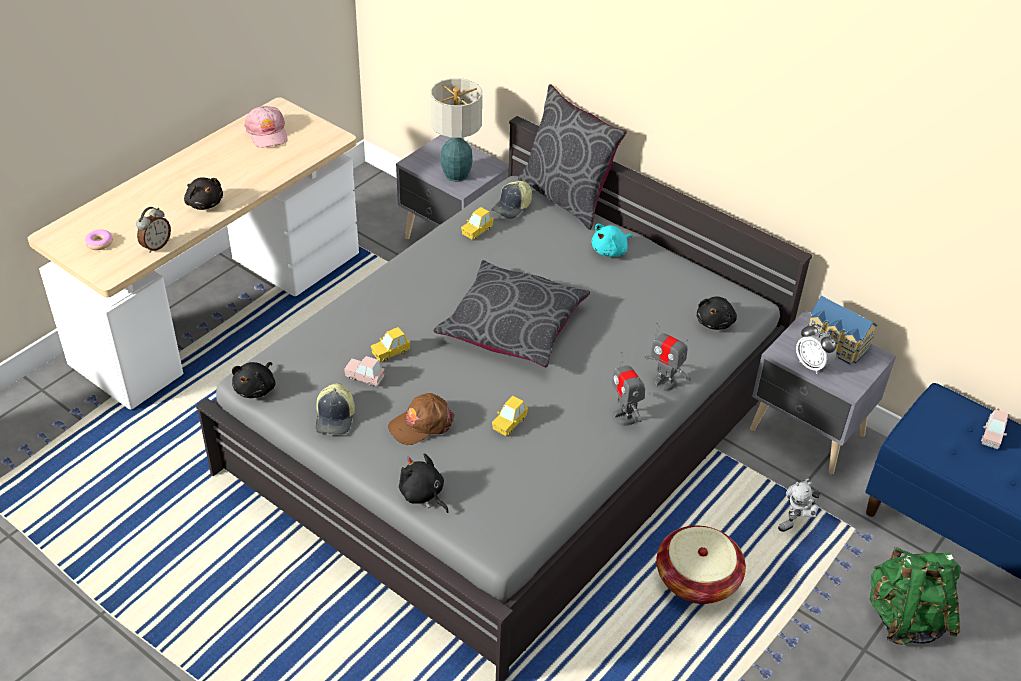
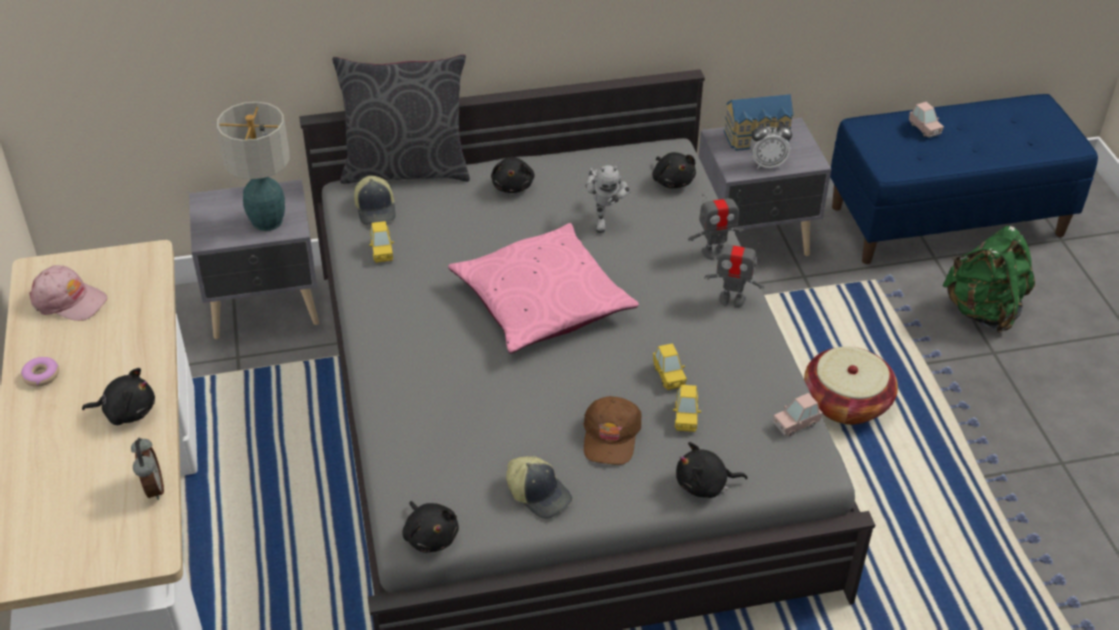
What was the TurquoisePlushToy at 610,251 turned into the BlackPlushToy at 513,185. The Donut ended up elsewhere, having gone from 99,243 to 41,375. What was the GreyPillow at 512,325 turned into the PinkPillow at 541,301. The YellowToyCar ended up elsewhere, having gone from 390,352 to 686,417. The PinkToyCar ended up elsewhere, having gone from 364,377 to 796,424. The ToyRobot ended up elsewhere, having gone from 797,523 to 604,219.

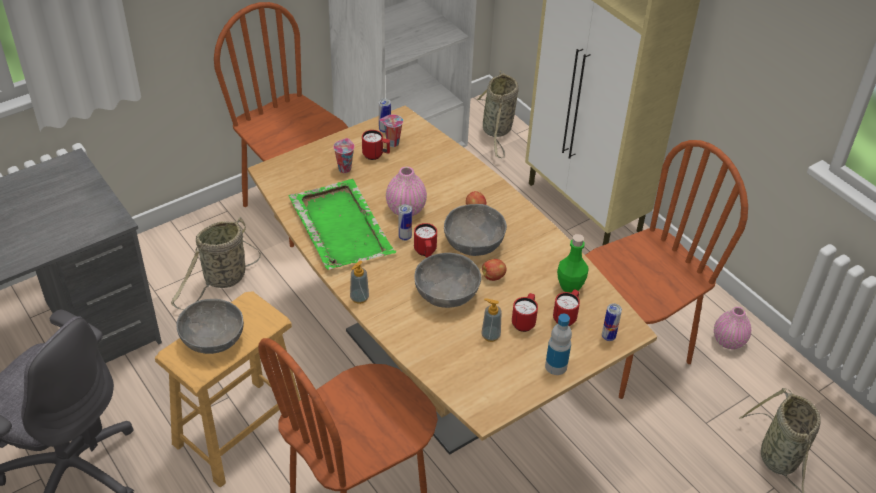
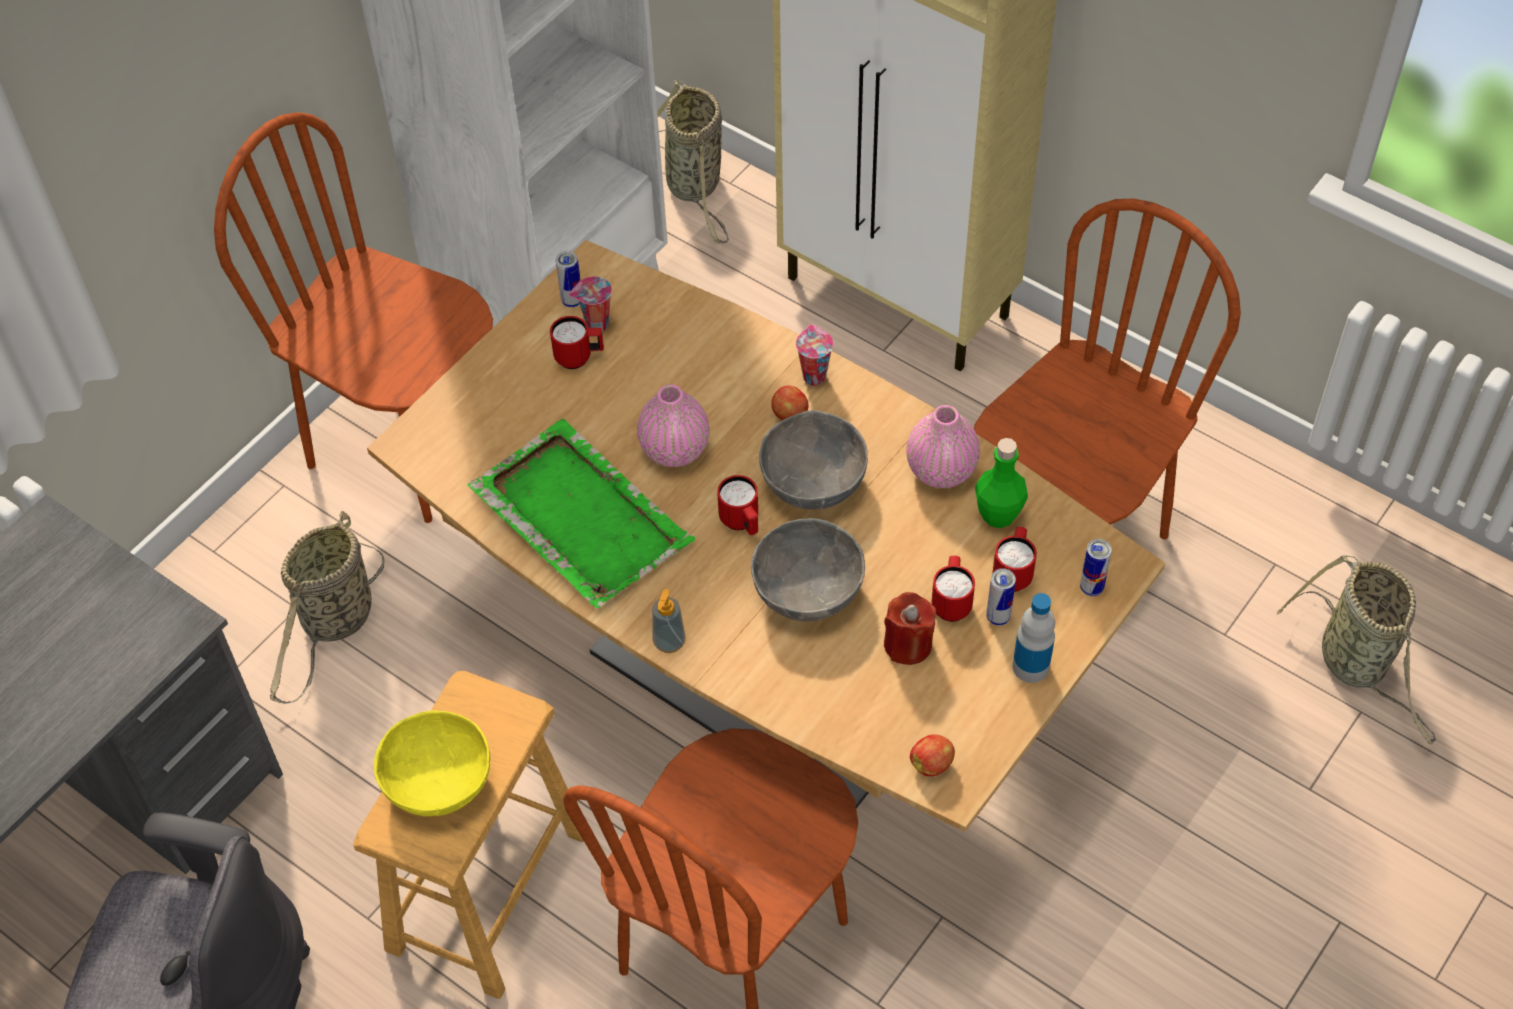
The Cup ended up elsewhere, having gone from 344,168 to 813,375. The Can ended up elsewhere, having gone from 405,237 to 998,617. The Apple ended up elsewhere, having gone from 493,277 to 932,764. Where the SoapDispenser stood at 490,335, the RedCandle came to stand at 908,644. What was the GreyBowl at 213,340 turned into the YellowBowl at 438,782. The PinkVase ended up elsewhere, having gone from 728,341 to 941,470.

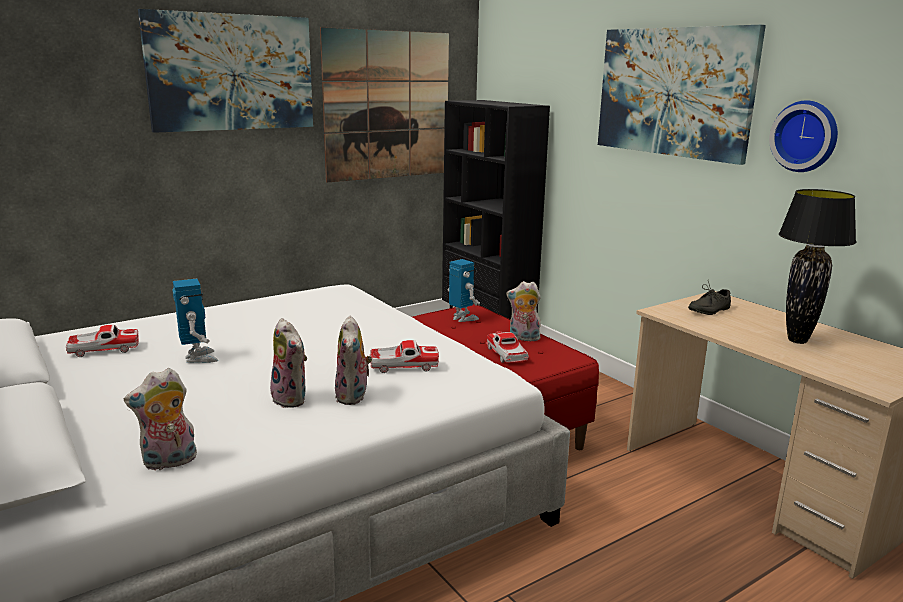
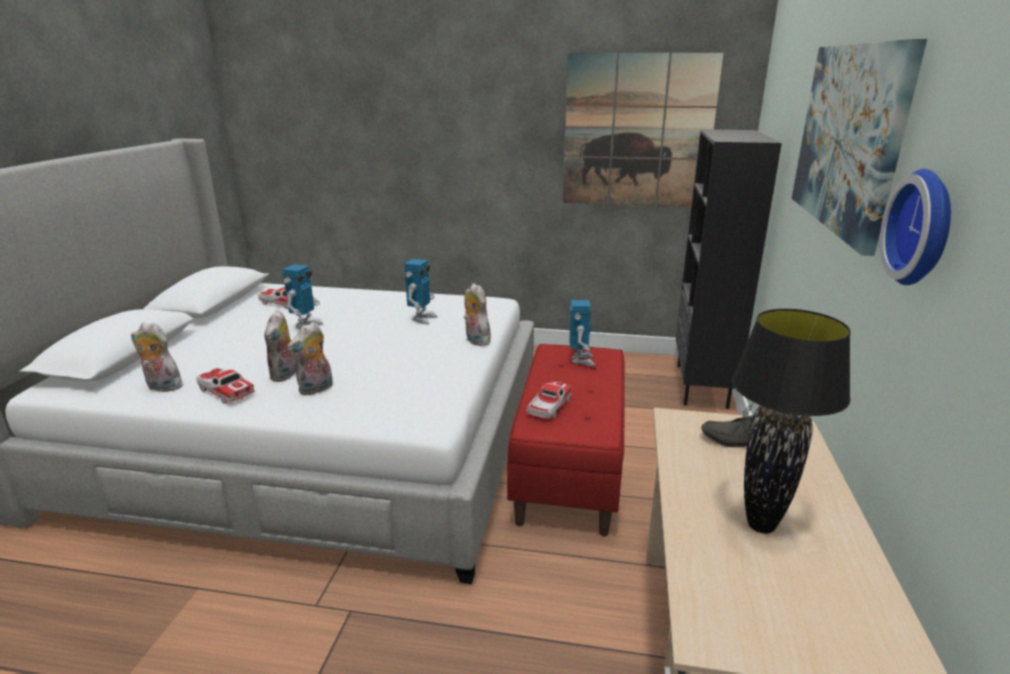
The second view lost the Picture at 231,72. The PlushToy ended up elsewhere, having gone from 523,338 to 475,340. The ToyCar ended up elsewhere, having gone from 403,366 to 226,391. The second view gained the ToyRobot at 422,319.

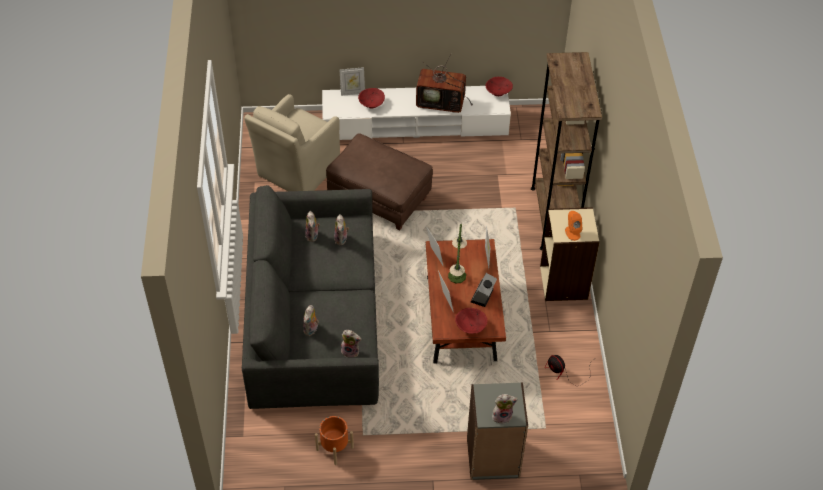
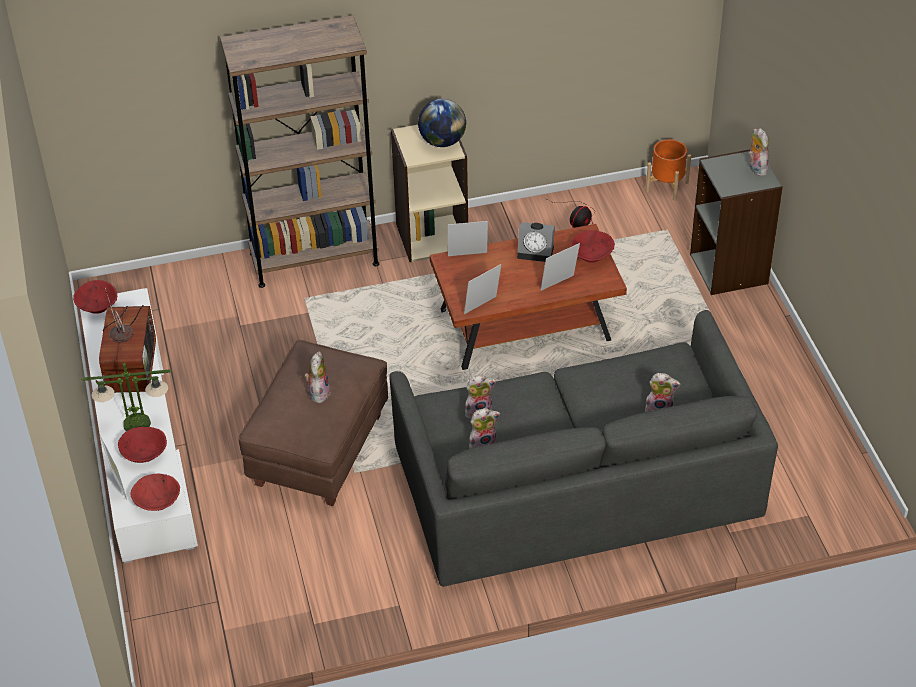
The second view lost the BeigeArmchair at 297,171. Where the OrangeSpeaker stood at 572,232, the Globe came to stand at 442,141. The TableLamp ended up elsewhere, having gone from 457,276 to 137,424. The PlushToy ended up elsewhere, having gone from 351,351 to 318,392. The OrangePlanter ended up elsewhere, having gone from 335,448 to 667,186. The second view gained the RedBowl at 158,502.

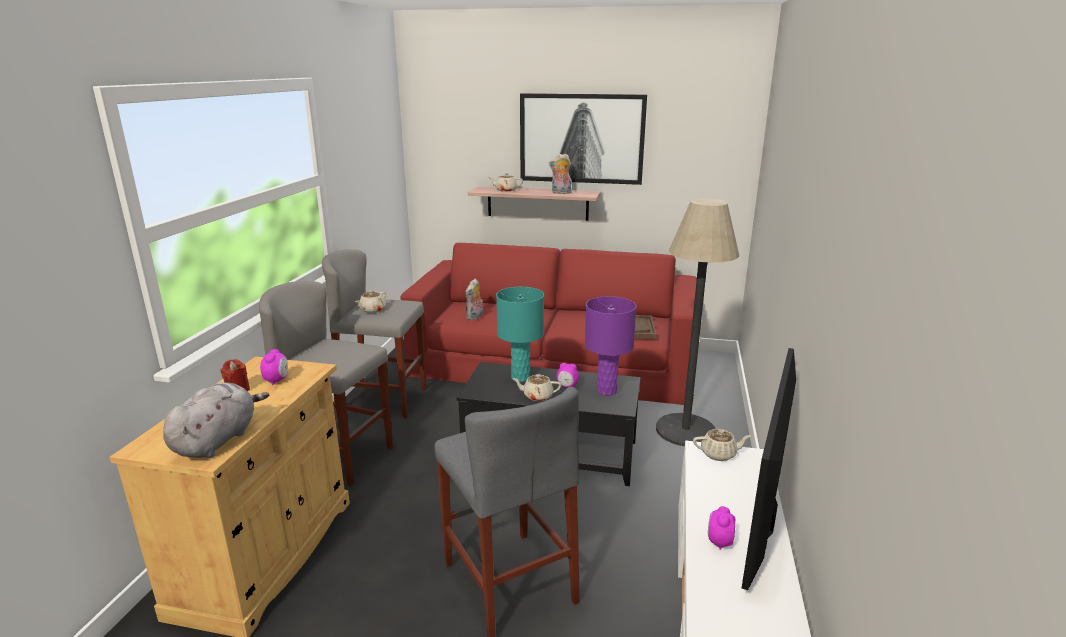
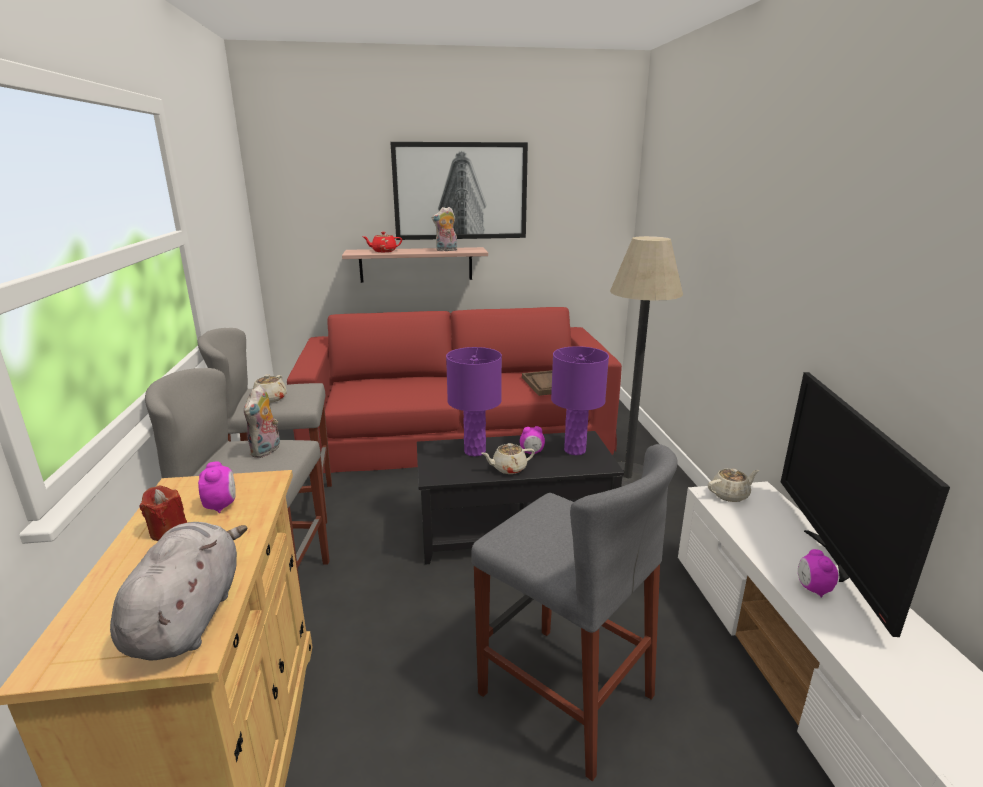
What was the BeigeTeapot at 506,190 turned into the RedTeapot at 383,251. The PlushToy ended up elsewhere, having gone from 475,317 to 267,451. What was the TurquoiseTableLamp at 520,377 turned into the PurpleTableLamp at 475,451.

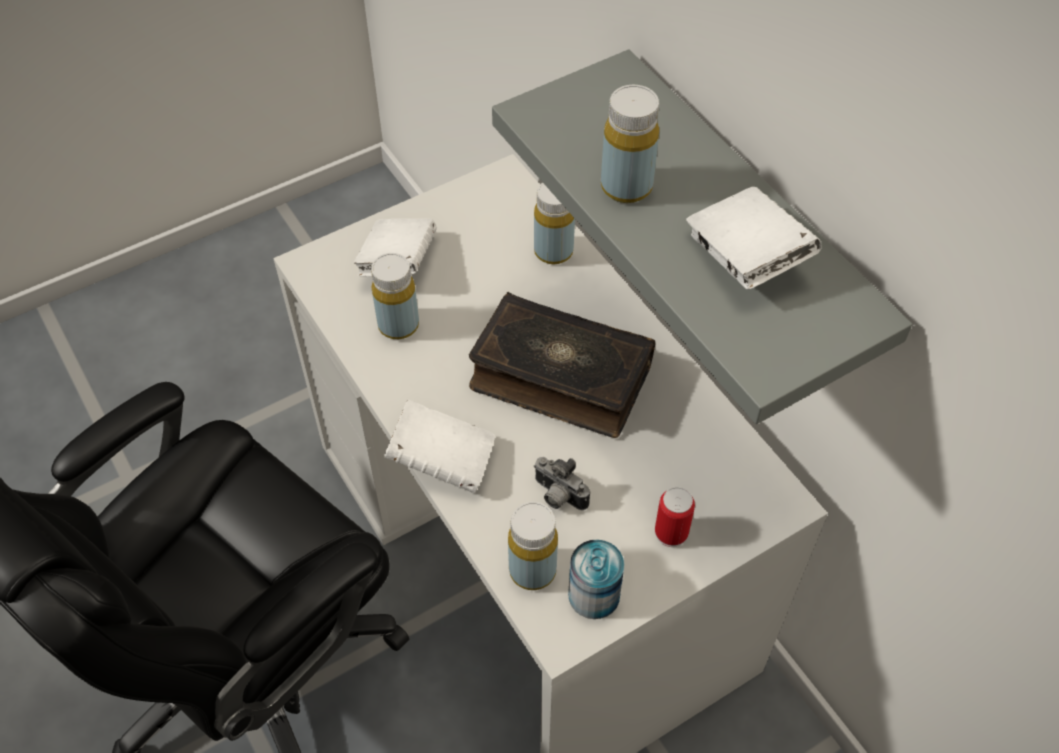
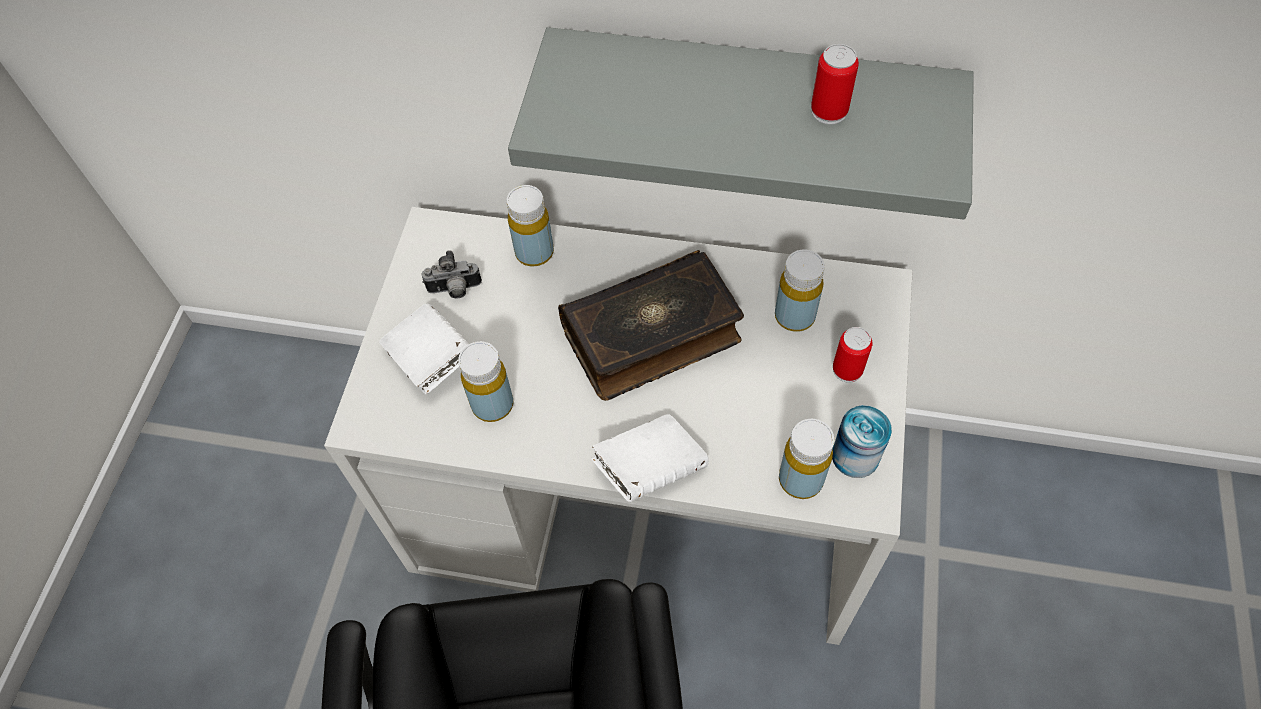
The YellowBottle ended up elsewhere, having gone from 626,187 to 794,316. Where the WhiteBook stood at 746,258, the Can came to stand at 829,111. The PhotoCamera ended up elsewhere, having gone from 557,496 to 455,290.

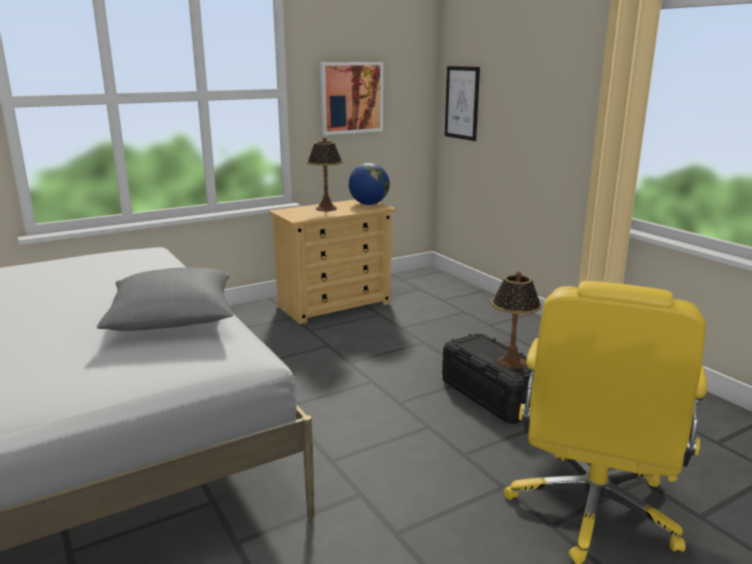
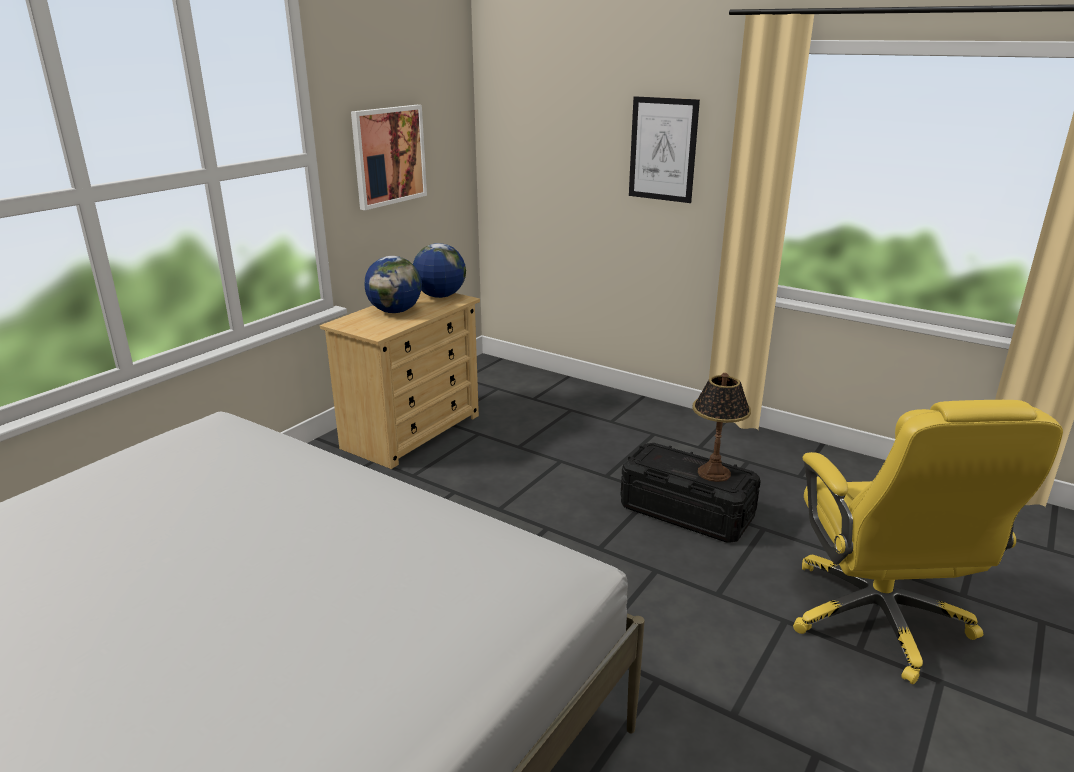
The Picture ended up elsewhere, having gone from 462,103 to 663,149. Where the TableLamp stood at 326,209, the Globe came to stand at 395,311. The second view lost the GreyPillow at 172,319.

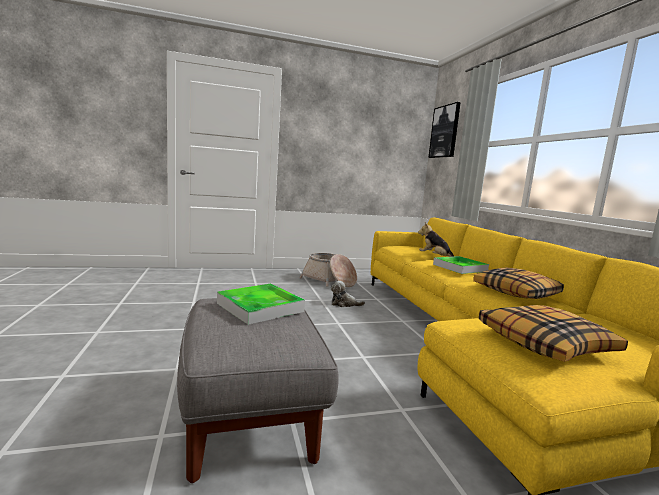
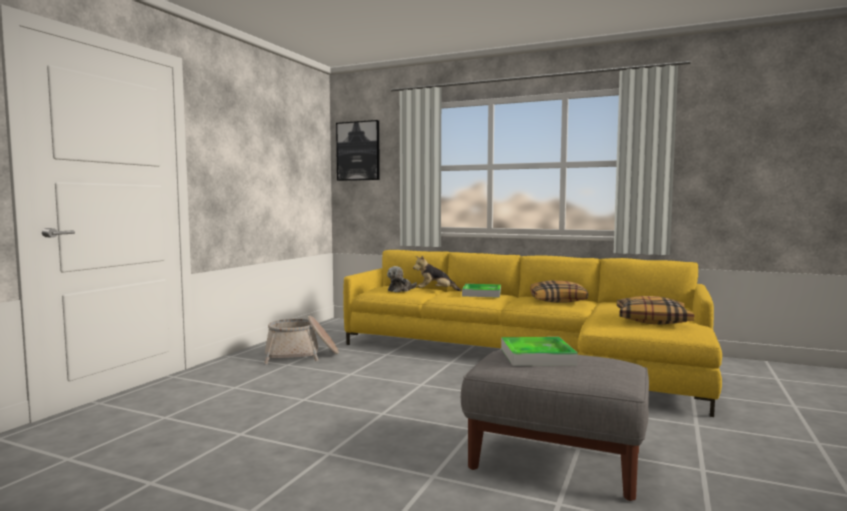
The PlushToy ended up elsewhere, having gone from 344,304 to 401,290.

